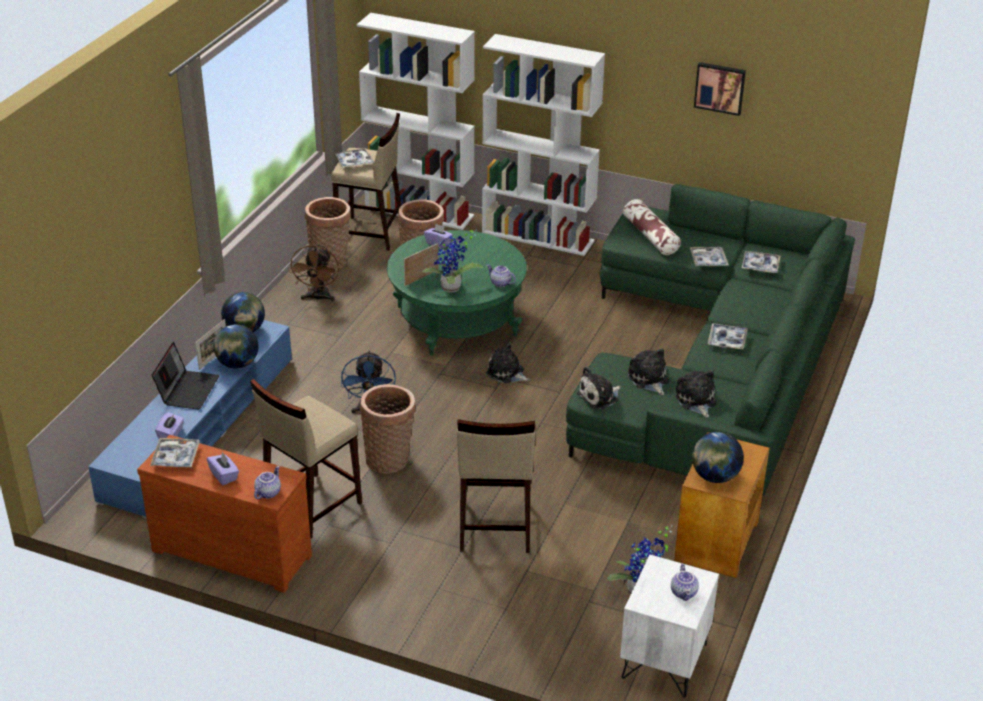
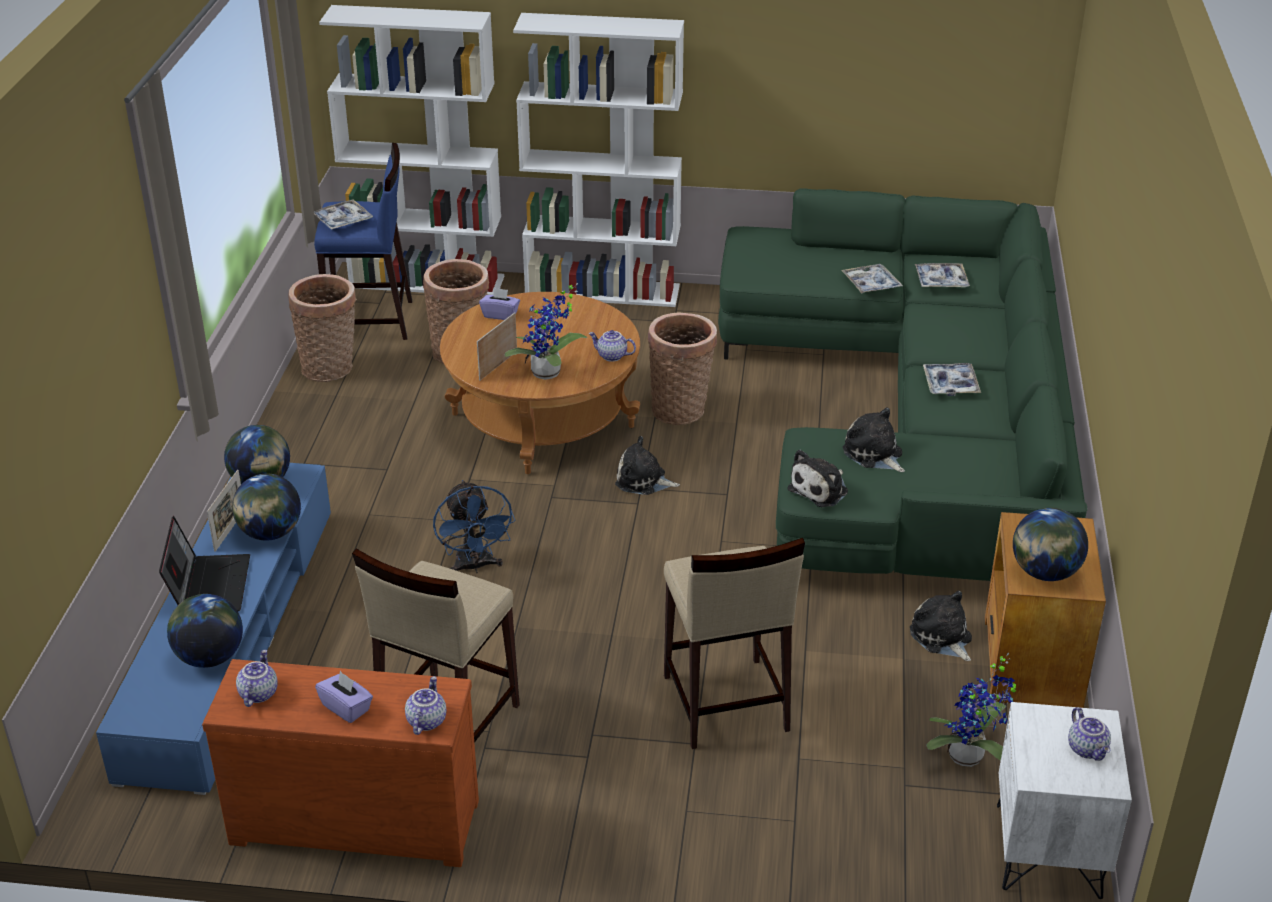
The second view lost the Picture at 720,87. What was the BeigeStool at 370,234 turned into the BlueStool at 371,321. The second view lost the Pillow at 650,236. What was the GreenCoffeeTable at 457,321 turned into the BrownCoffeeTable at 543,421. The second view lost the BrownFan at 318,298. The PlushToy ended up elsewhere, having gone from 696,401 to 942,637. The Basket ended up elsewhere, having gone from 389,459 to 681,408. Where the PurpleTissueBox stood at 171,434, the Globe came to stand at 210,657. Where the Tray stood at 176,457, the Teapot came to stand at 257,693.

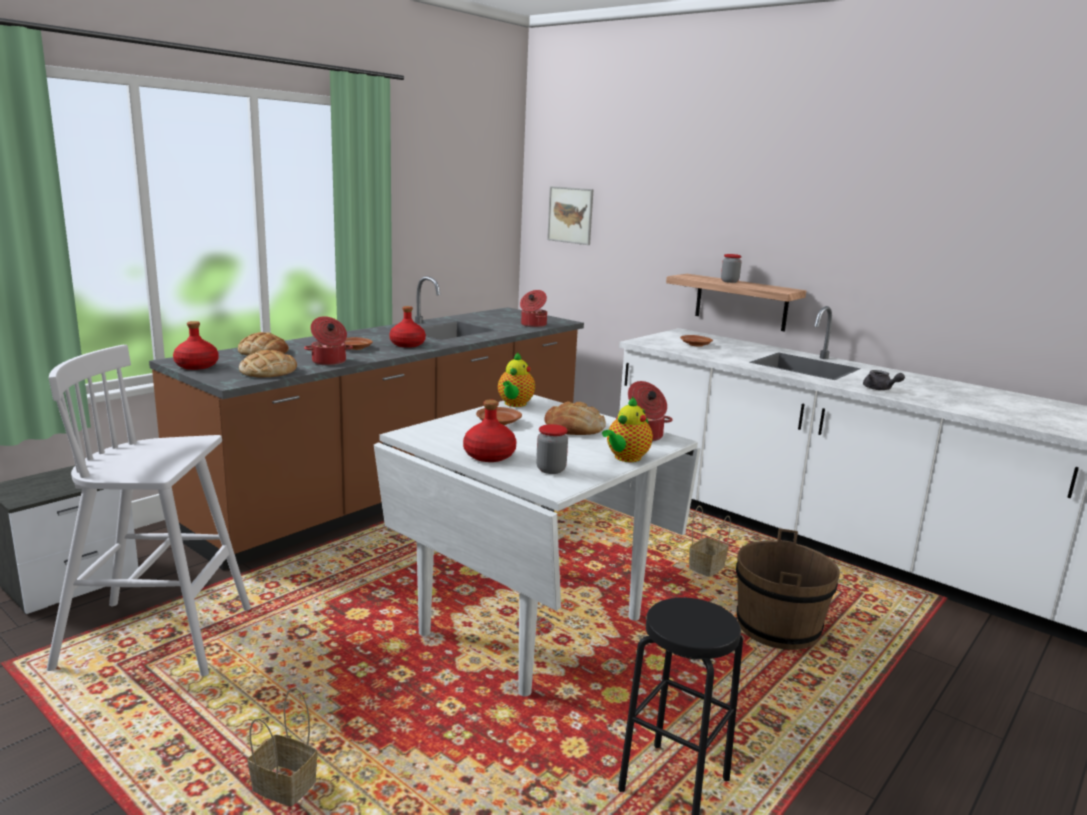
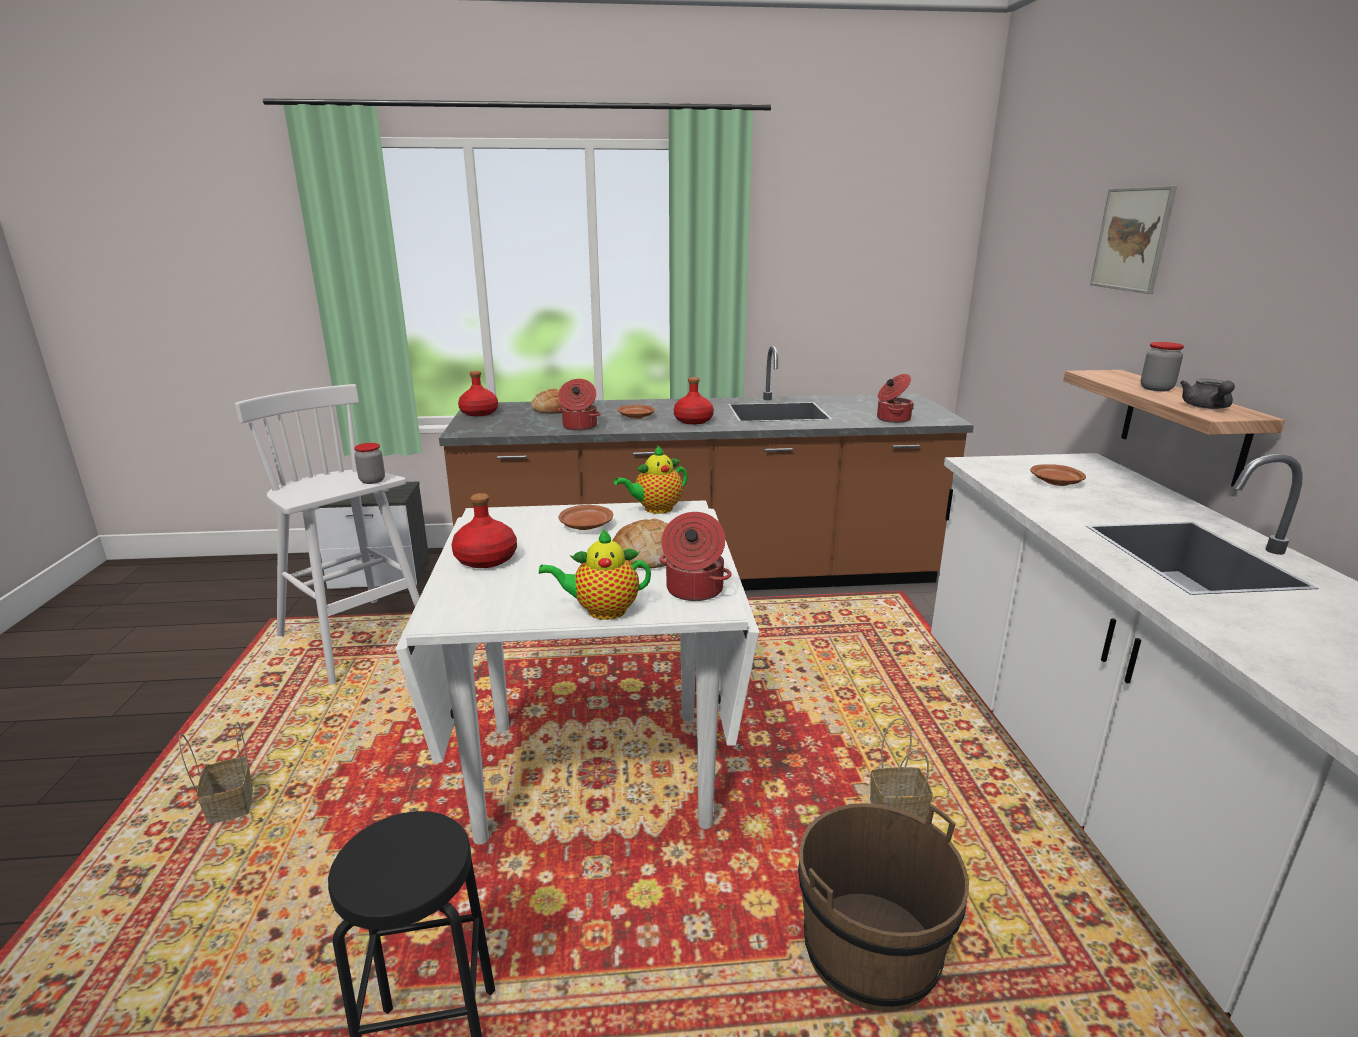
The Picture ended up elsewhere, having gone from 570,215 to 1132,239. The second view lost the Bread at 268,372. The GreyTeapot ended up elsewhere, having gone from 880,389 to 1206,407. The Jar ended up elsewhere, having gone from 551,469 to 372,480.

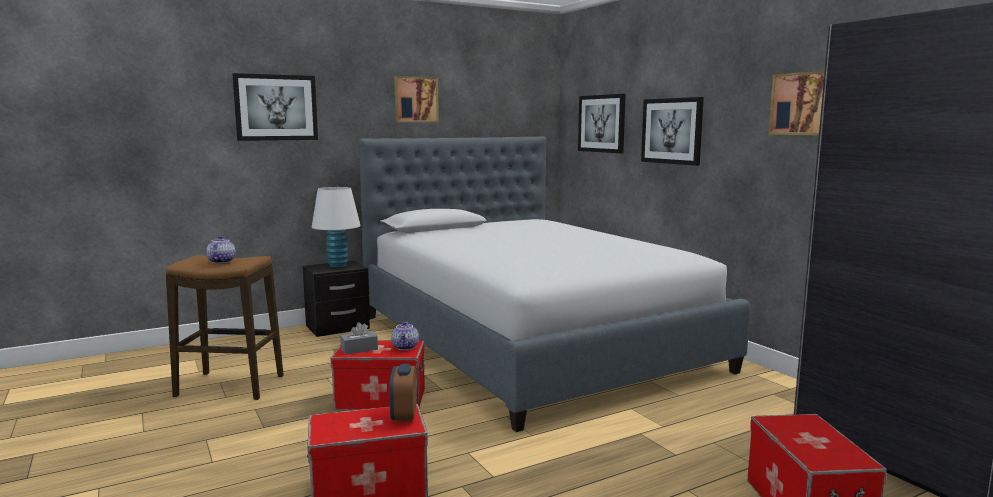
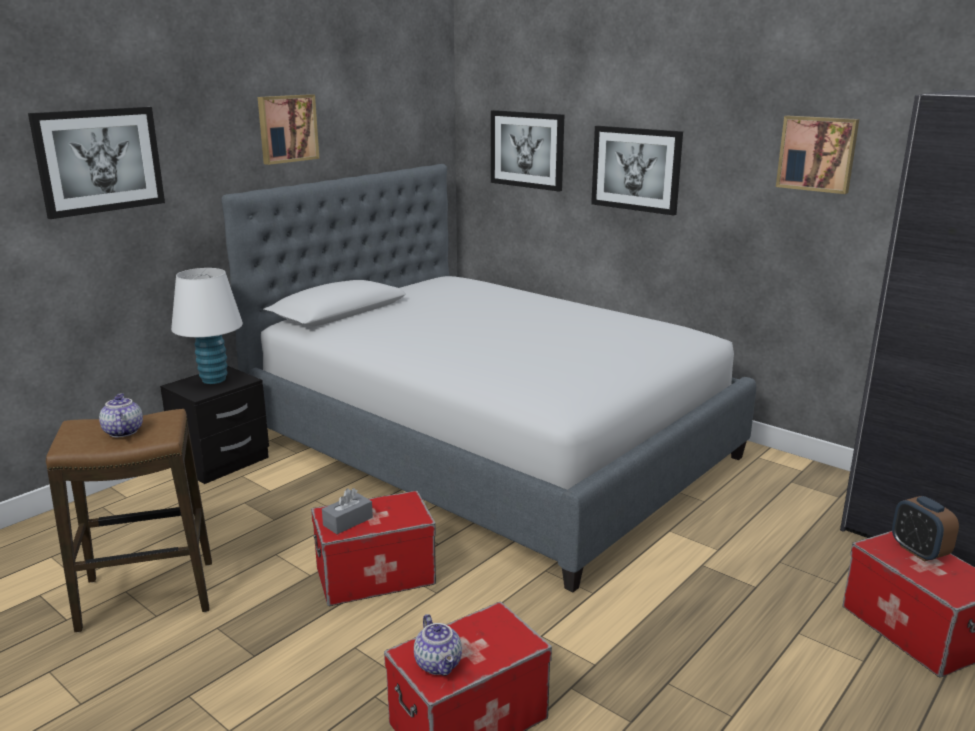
The Teapot ended up elsewhere, having gone from 406,347 to 439,664. The AlarmClock ended up elsewhere, having gone from 403,415 to 919,551.

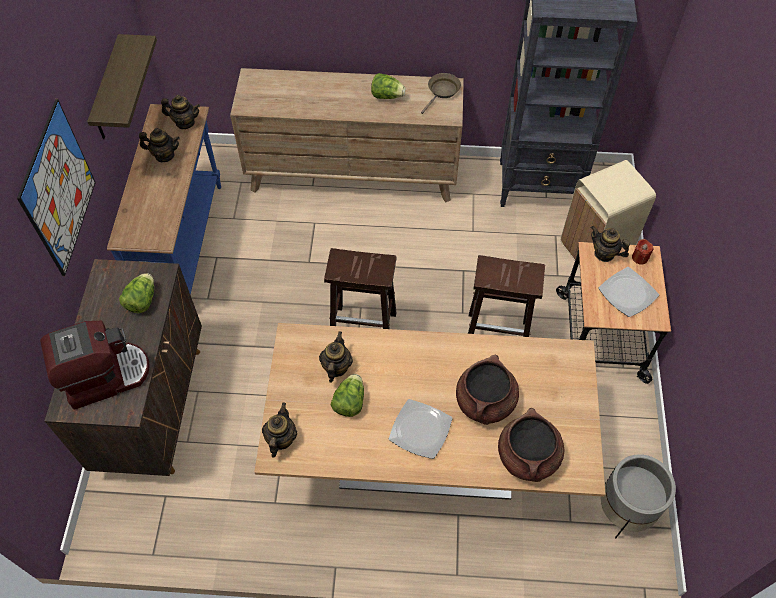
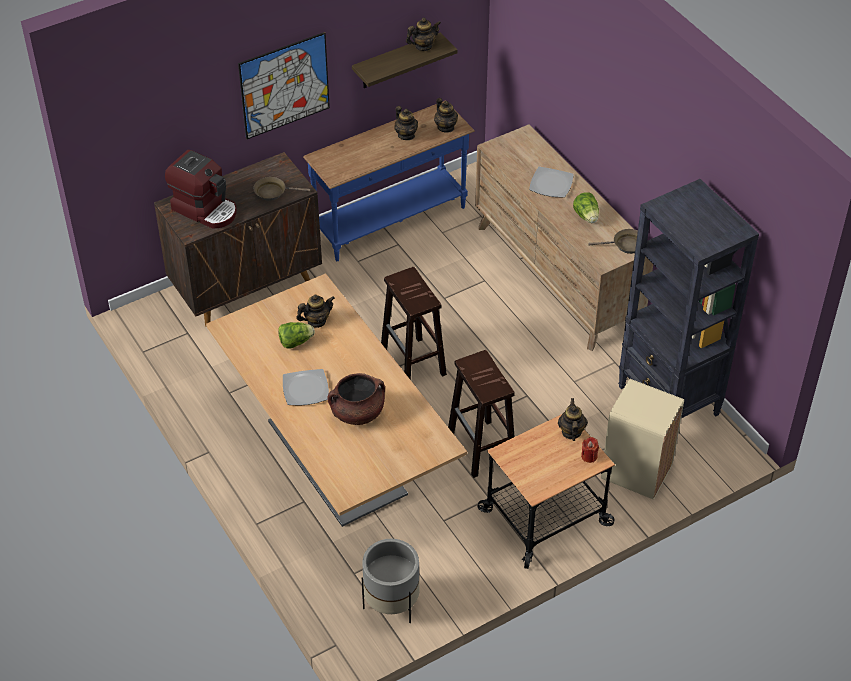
The Plate ended up elsewhere, having gone from 627,293 to 551,184. Where the Lettuce stood at 142,300, the BrownFryingPan came to stand at 273,192. The Teapot ended up elsewhere, having gone from 281,439 to 423,46. The second view lost the BrownCookingPot at 528,457.

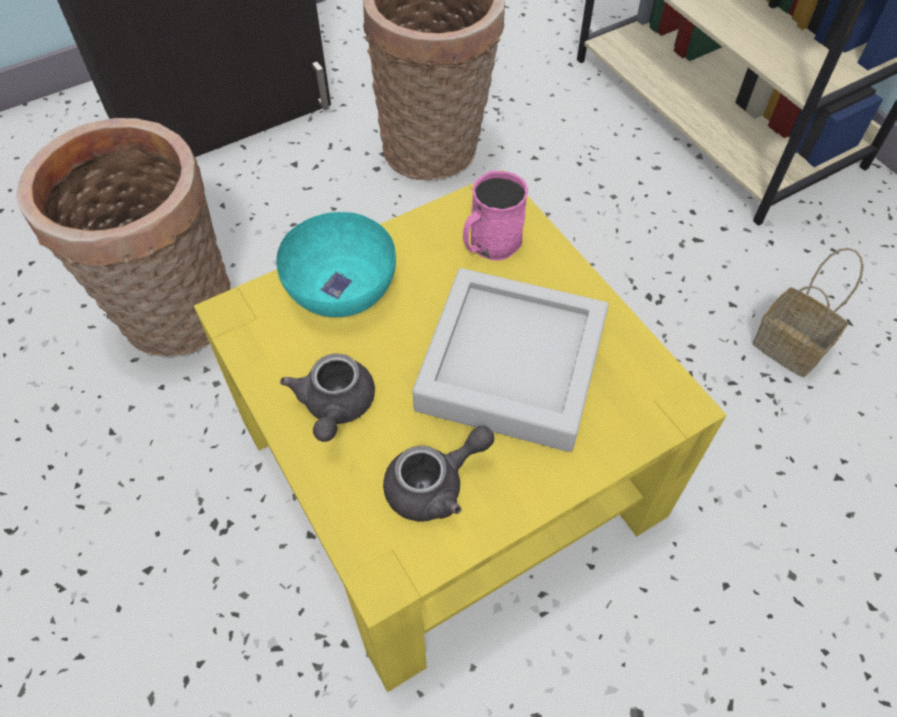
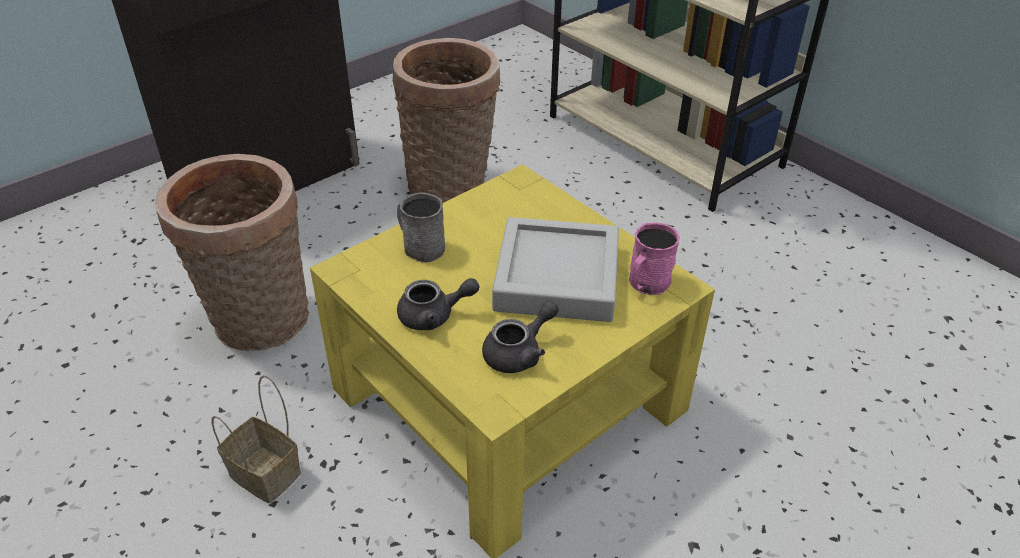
The PinkMug ended up elsewhere, having gone from 490,244 to 646,284. Where the TurquoiseBowl stood at 341,290, the GreyMug came to stand at 420,246. The Basket ended up elsewhere, having gone from 791,347 to 268,474. The GreyTeapot at 335,407 ended up facing another way, 90 degrees counterclockwise from before.

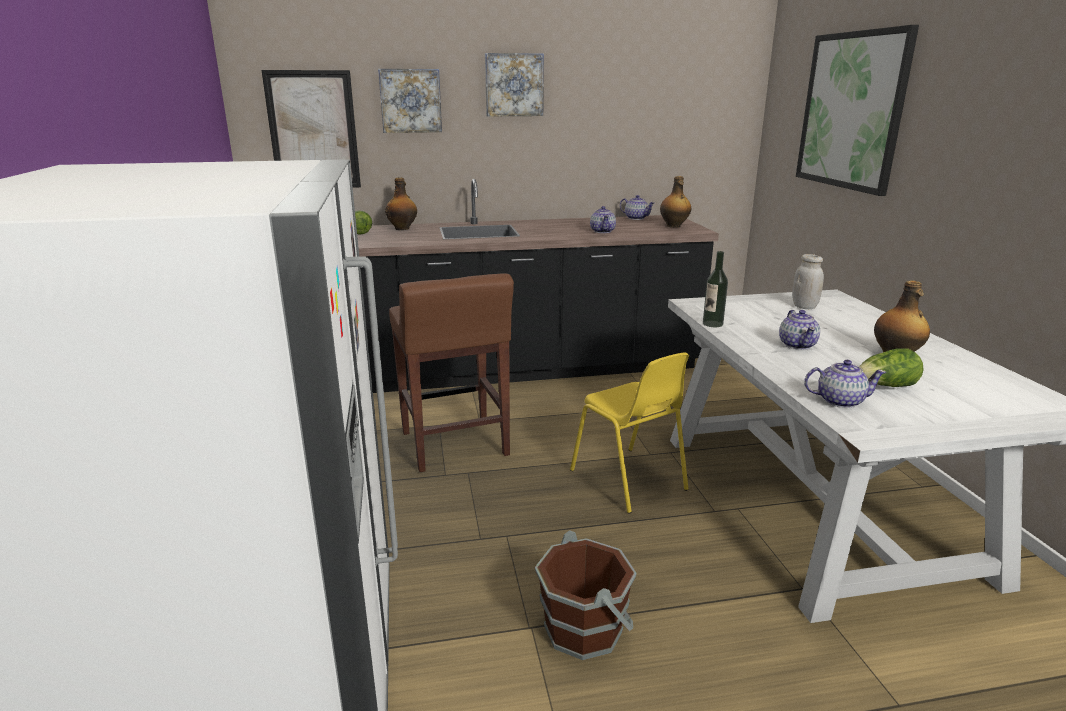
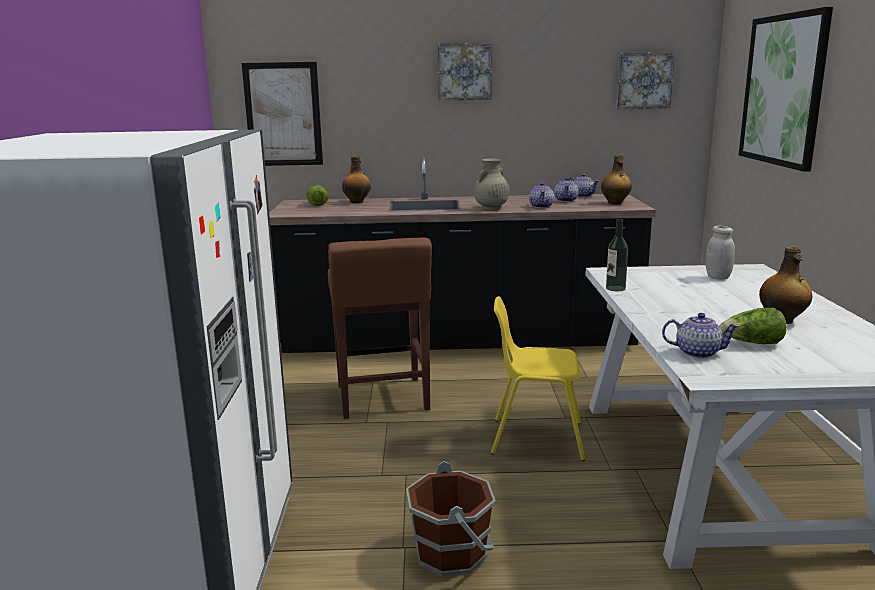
The Picture ended up elsewhere, having gone from 410,101 to 644,80. The Teapot ended up elsewhere, having gone from 797,345 to 566,200. The YellowChair at 629,480 ended up facing another way, 120 degrees clockwise from before. The second view gained the BeigeVase at 491,209.

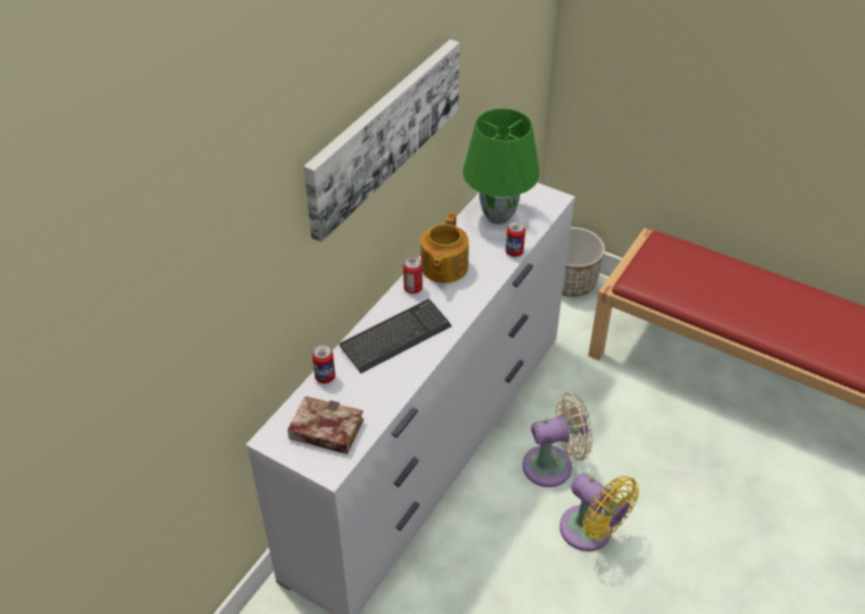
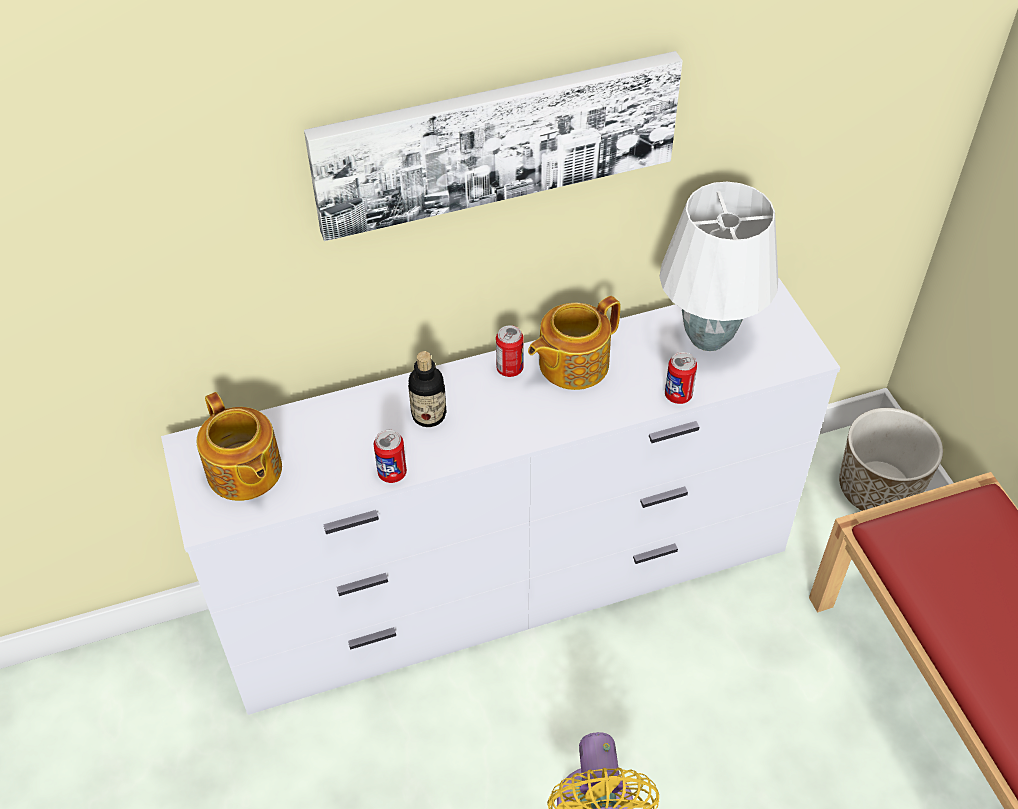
What was the GreenTableLamp at 499,216 turned into the WhiteTableLamp at 709,338. Where the Keyboard stood at 395,337, the Bottle came to stand at 429,415. The Can ended up elsewhere, having gone from 325,377 to 392,473. The second view lost the BeigeFan at 553,465. Where the Book stood at 323,431, the Teapot came to stand at 244,472.

